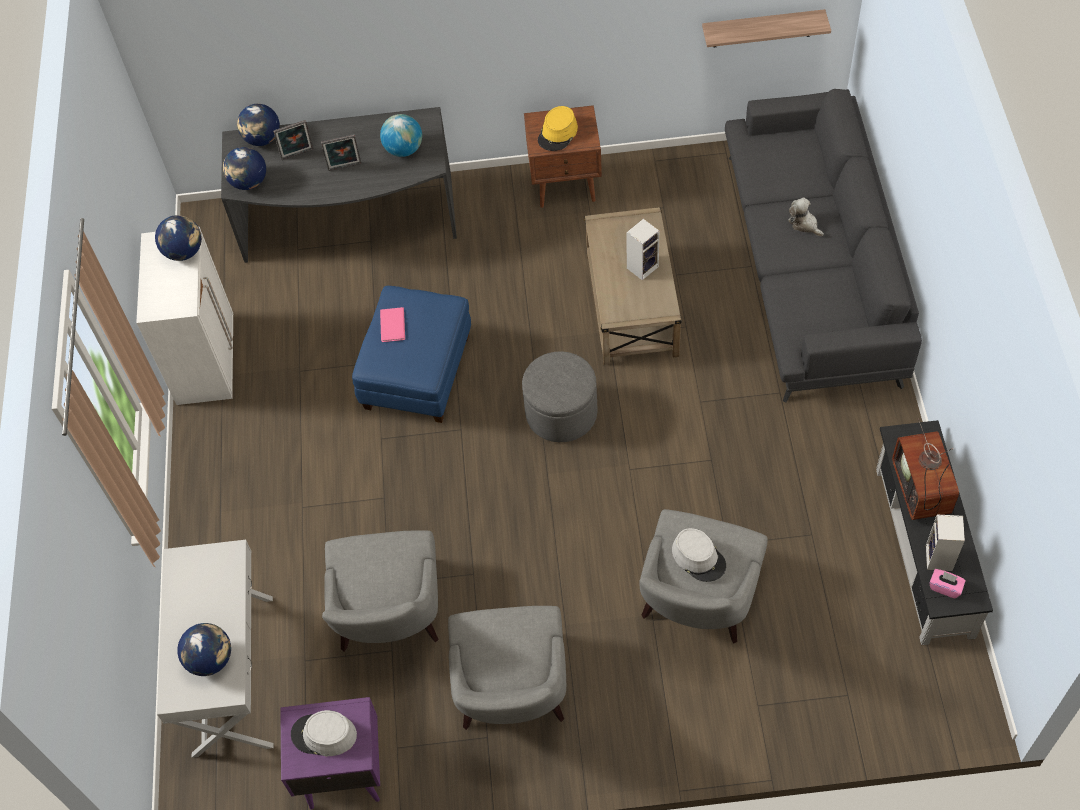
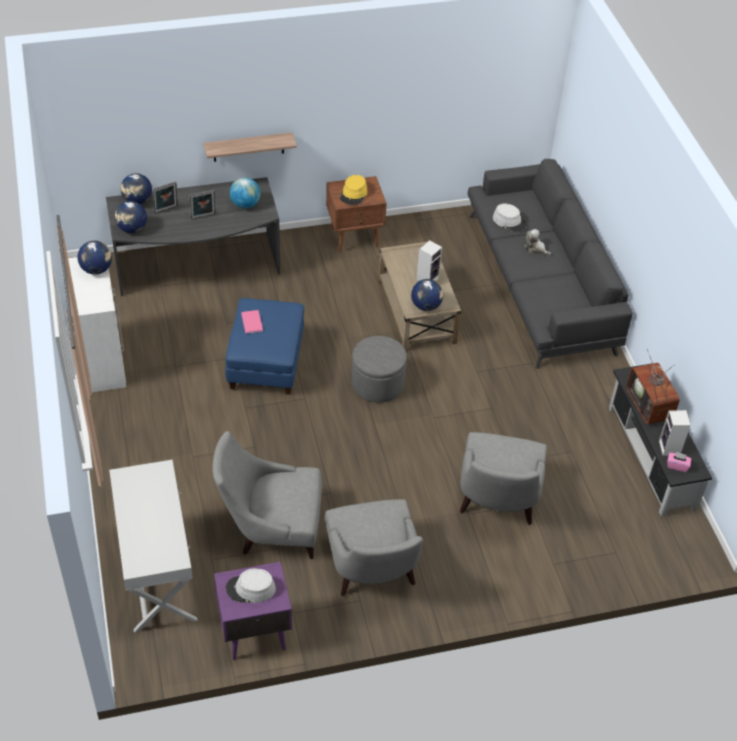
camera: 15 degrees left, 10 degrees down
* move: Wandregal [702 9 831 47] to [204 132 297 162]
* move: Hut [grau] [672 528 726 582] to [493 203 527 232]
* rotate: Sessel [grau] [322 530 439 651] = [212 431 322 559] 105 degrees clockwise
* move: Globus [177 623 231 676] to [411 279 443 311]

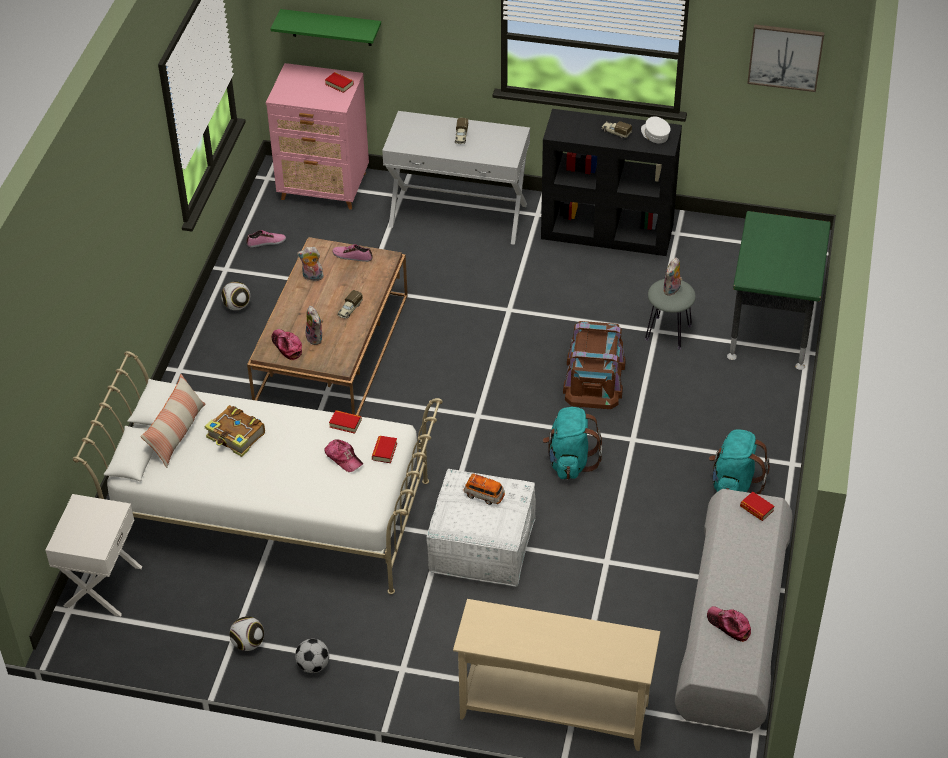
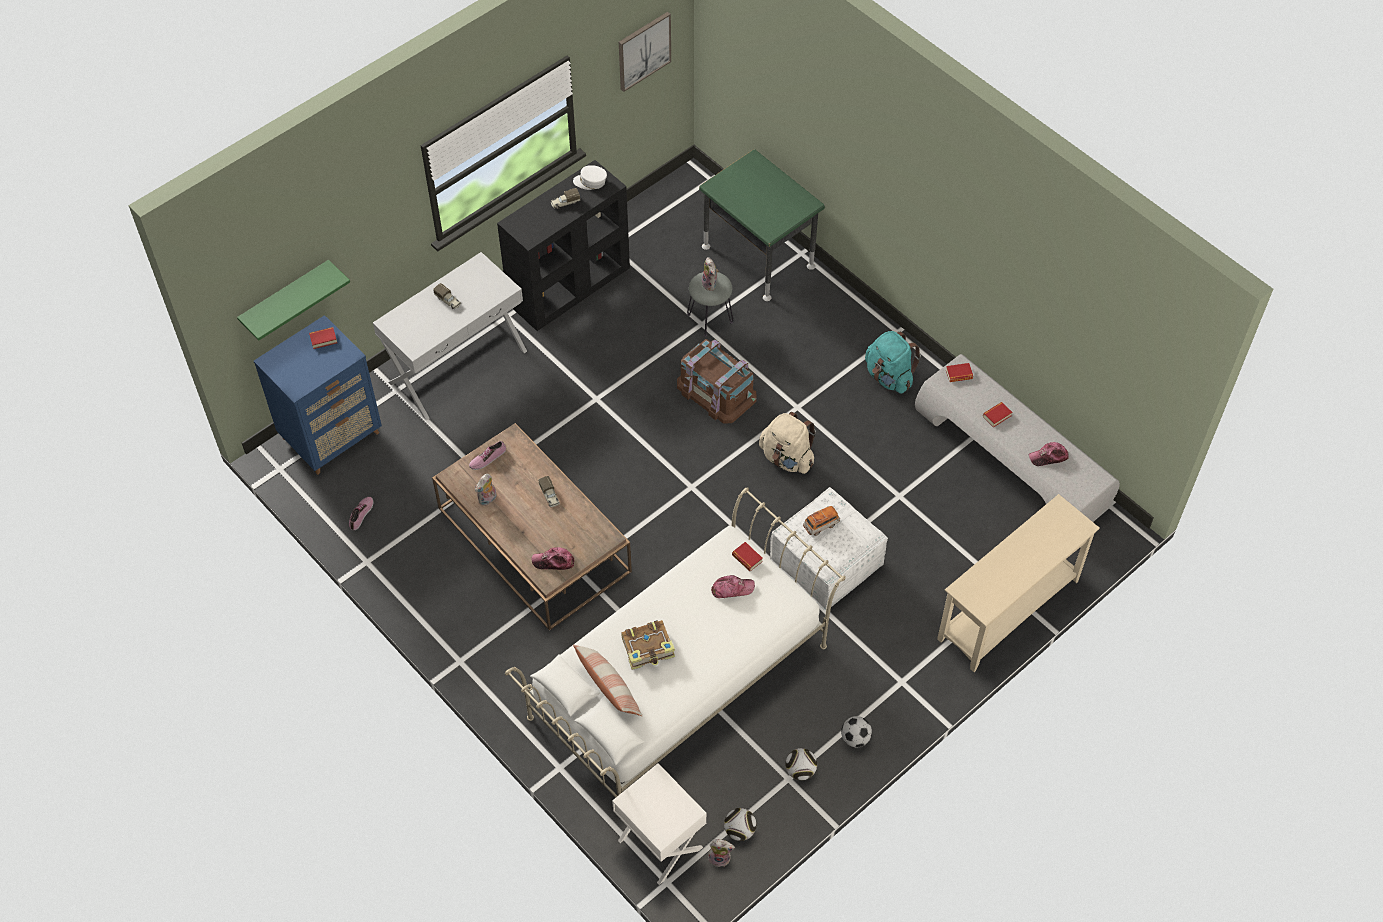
camera: 55 degrees left, 10 degrees up
* recolor: Kommode [rosa] [266 63 369 209] to Kommode [blau] [254 315 382 475]
* move: Fußball [221 281 250 310] to [724 808 756 841]
* move: Plüschtier [305 306 323 345] to [708 839 735 867]
* recolor: Rucksack [türkis] [543 407 602 479] to Rucksack [beige] [759 412 816 474]
* move: Buch [329 410 362 434] to [983 402 1012 427]

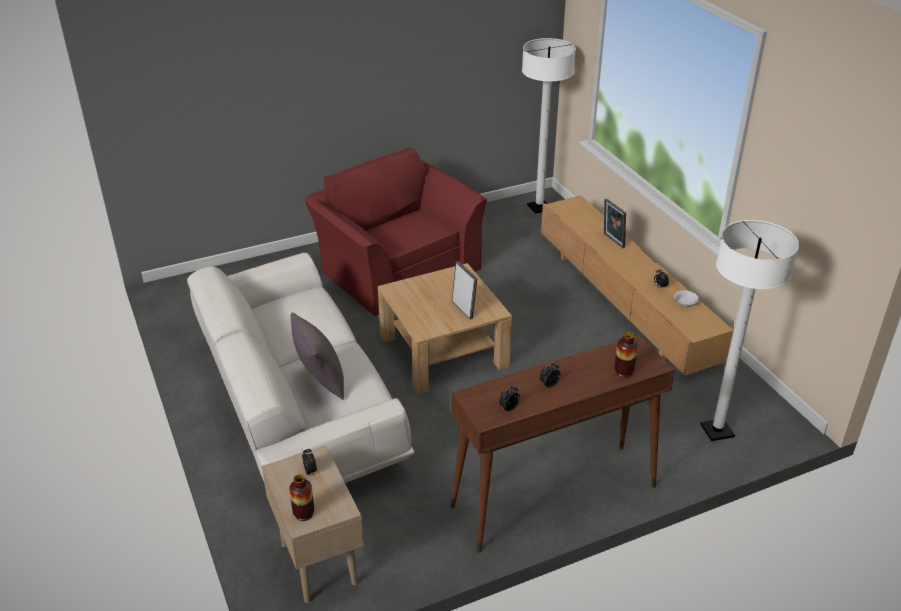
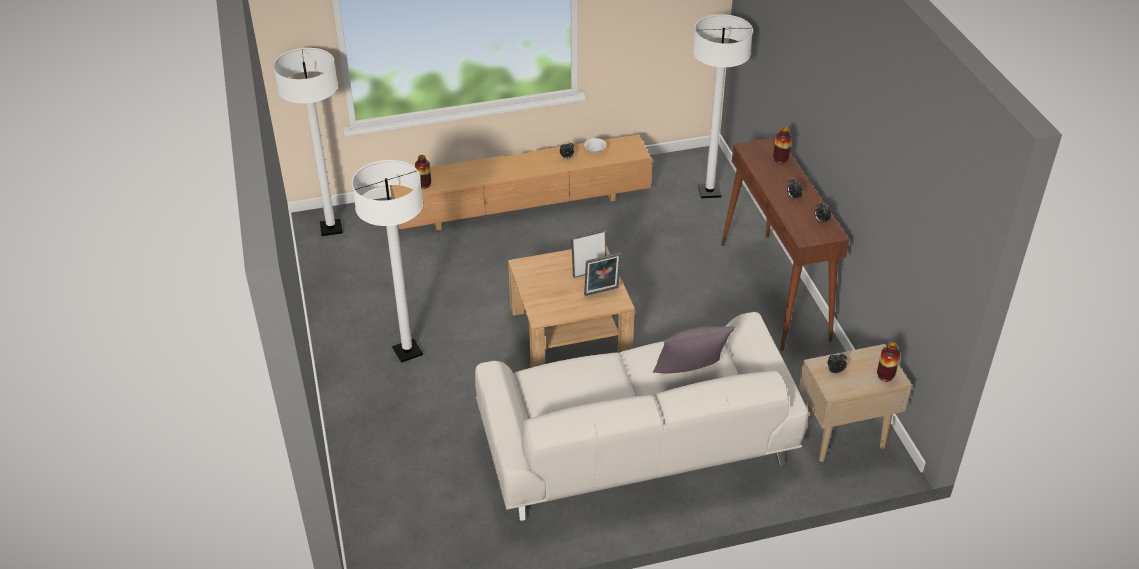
camera: 80 degrees left, 5 degrees up
* replace: Sessel [rot] [305 147 487 316] to Stehlampe [weiß] [352 160 423 363]
* move: Bilderrahmen [604 198 626 248] to [584 253 621 296]
* insert: Vase [415 155 431 189]

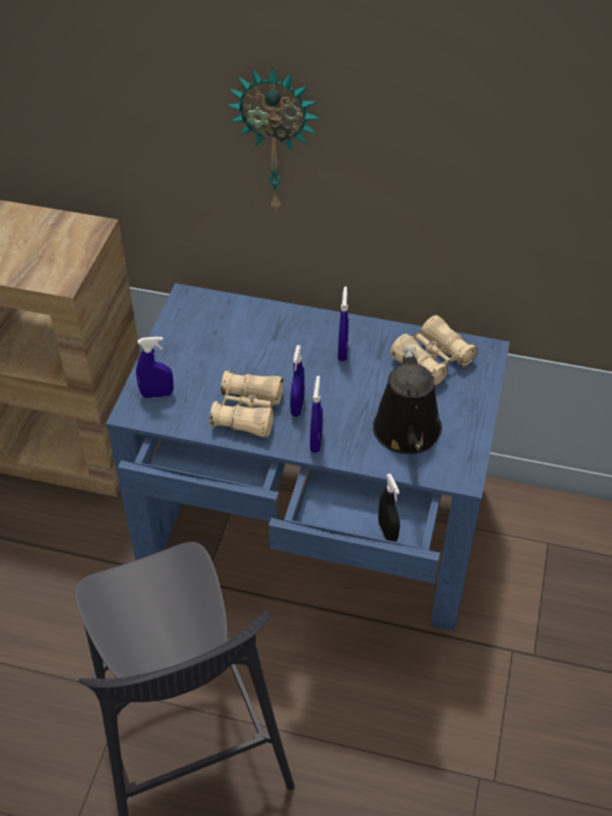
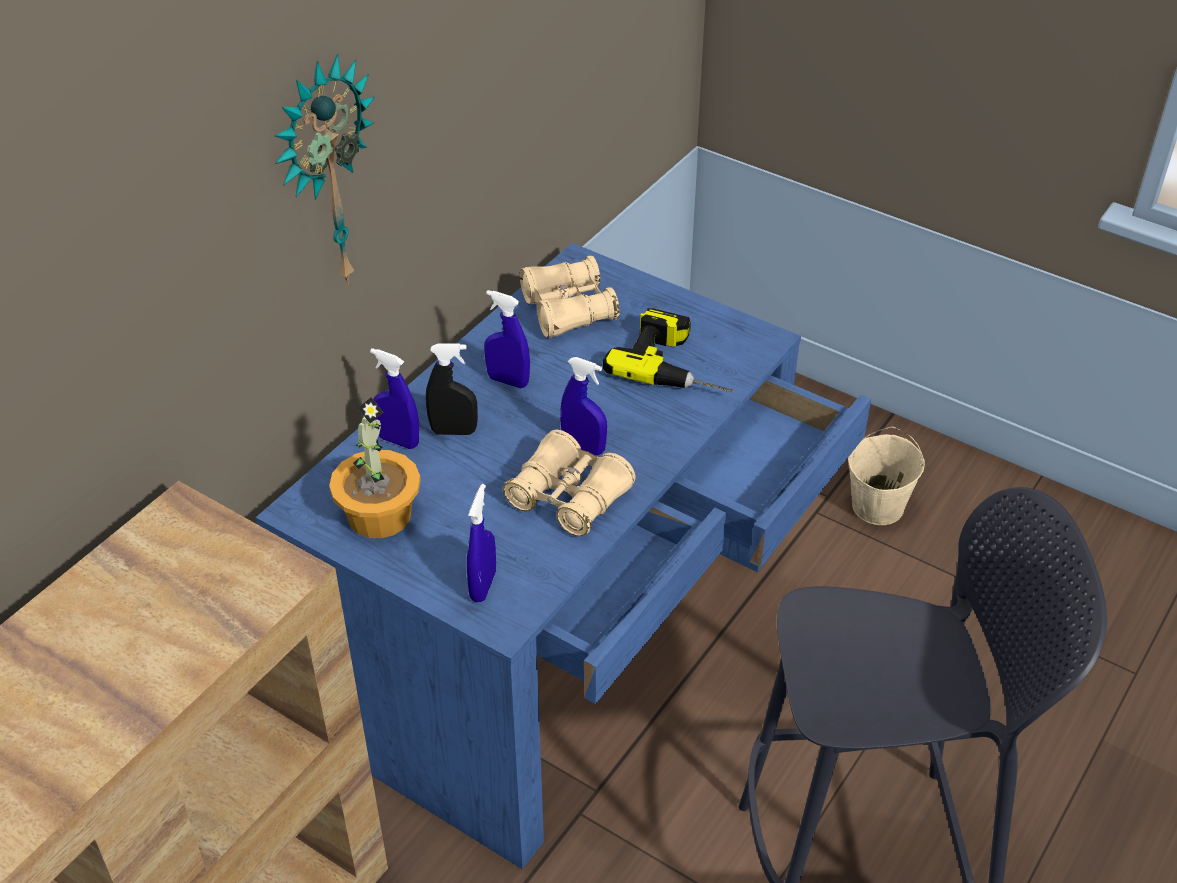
camera: 70 degrees left, 5 degrees down
* replace: Gießkanne [schwarz] [373 347 442 454] to Bohrmaschine [603 308 734 393]
* move: Sprühflasche [blau] [310 376 323 453] to [370 348 419 449]
* move: Sprühflasche [schwarz] [378 474 400 542] to [426 343 478 435]
* insert: Topfpflanze [329 397 421 538]
* insert: Eimer [beige] [848 427 925 525]

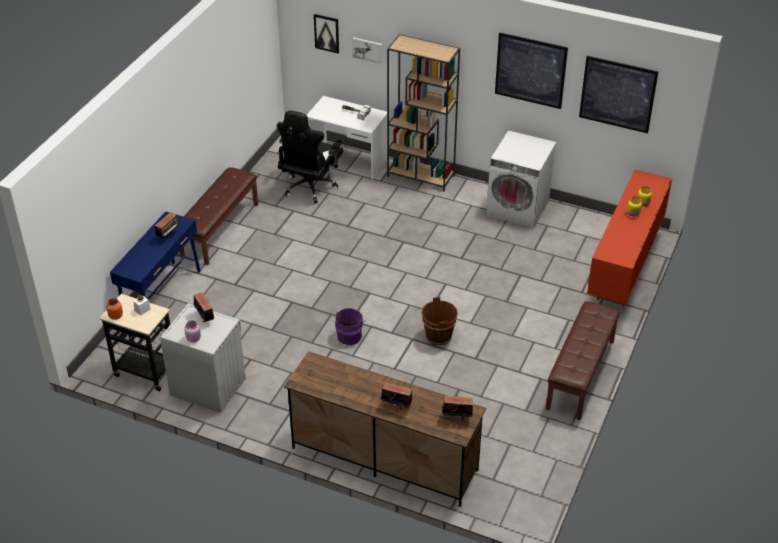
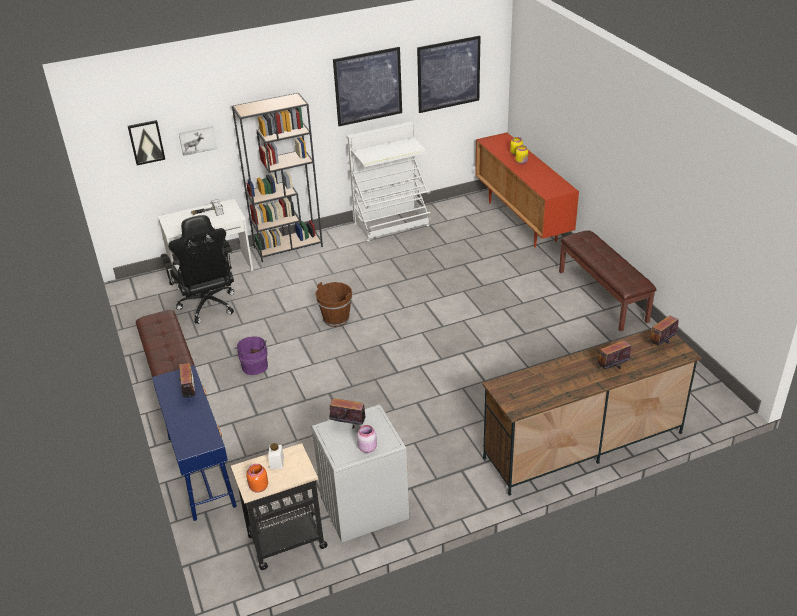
camera: 45 degrees left, 5 degrees down
* replace: Waschmaschine [weiß] [487 130 556 228] to Schuhregal [weiß] [347 122 431 241]
* move: Eimer [braun] [421 297 458 345] to [315 282 352 327]
* move: Eimer [lila] [335 308 366 345] to [235 336 268 375]

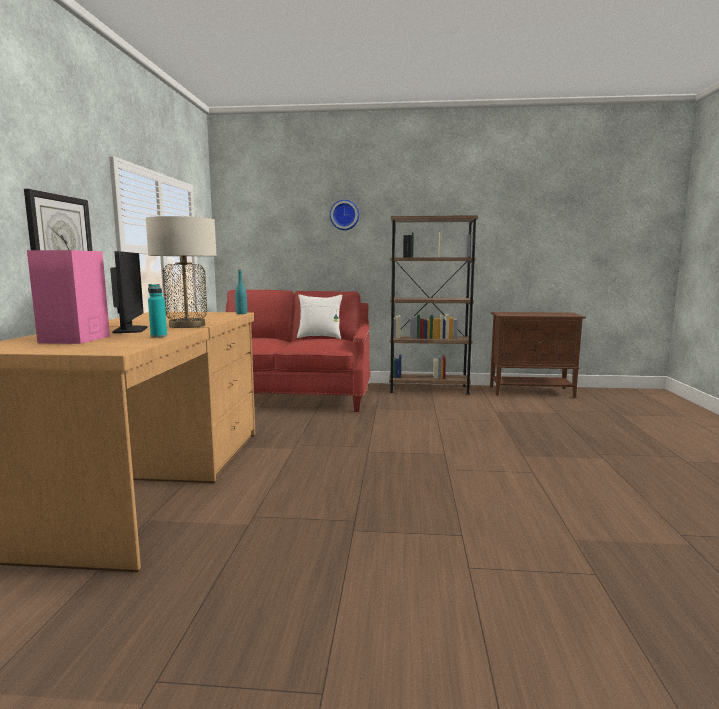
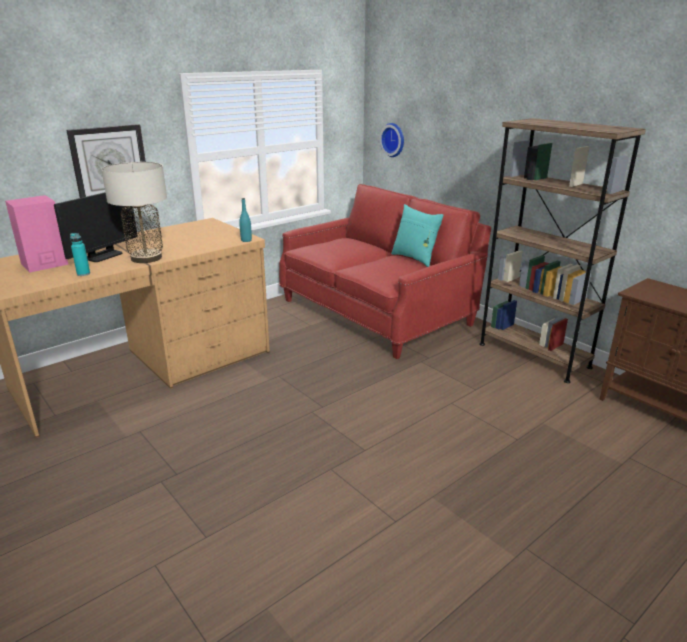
camera: 45 degrees right, 15 degrees up
* move: Wanduhr [330 200 359 230] to [380 123 404 157]
* recolor: Kissen [weiß] [297 294 342 339] to Kissen [türkis] [391 204 444 267]

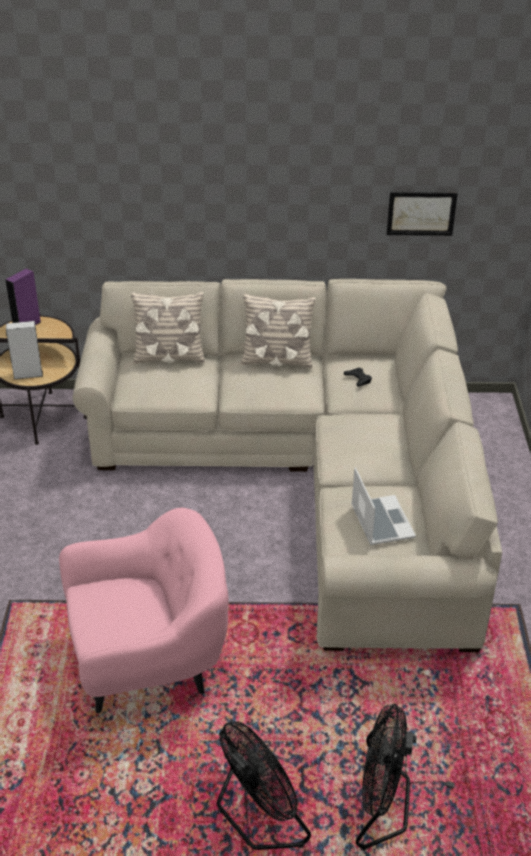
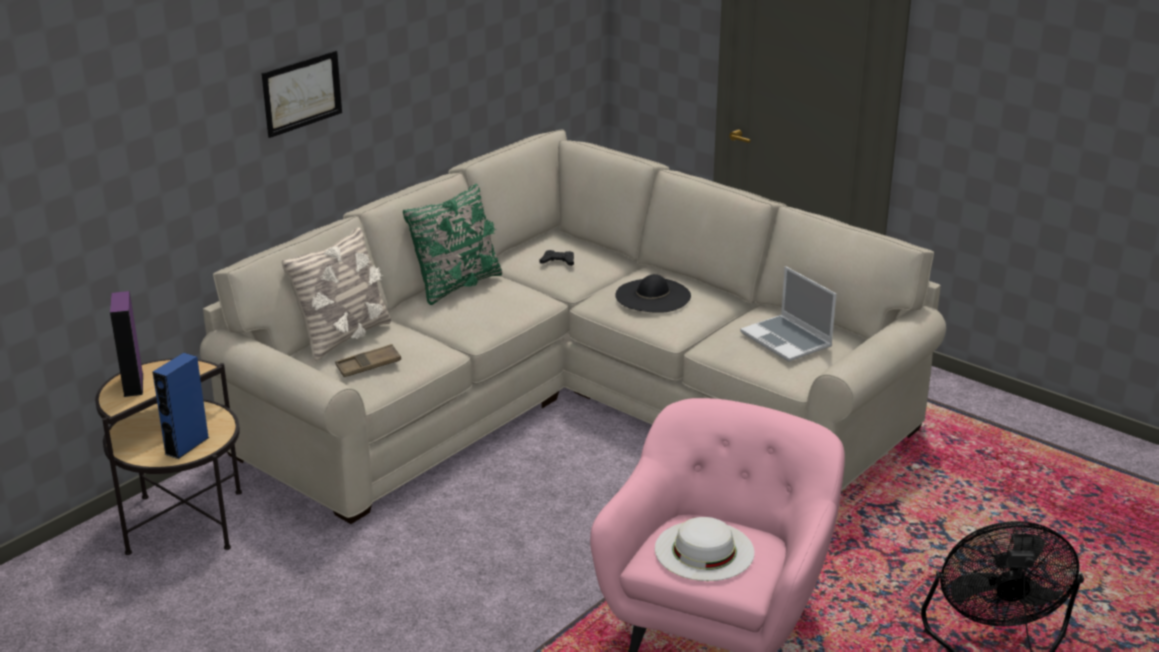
camera: 50 degrees left, 10 degrees down
* move: Bild [386 192 458 236] to [262 50 342 138]
* recolor: Kissen [beige] [241 294 316 369] to Kissen [grün] [403 184 502 305]
* recolor: Lautsprecher [grau] [6 321 43 379] to Lautsprecher [blau] [152 353 210 459]
* rotate: Laptop [351 467 416 545] = [740 266 836 362] 150 degrees counterclockwise
* delete: Ventilator [schwarz] [356 704 457 851]
* insert: Hut [schwarz] [615 274 691 313]
* insert: Tablett [braun] [335 344 401 377]
* insert: Hut [weiß] [655 517 754 581]

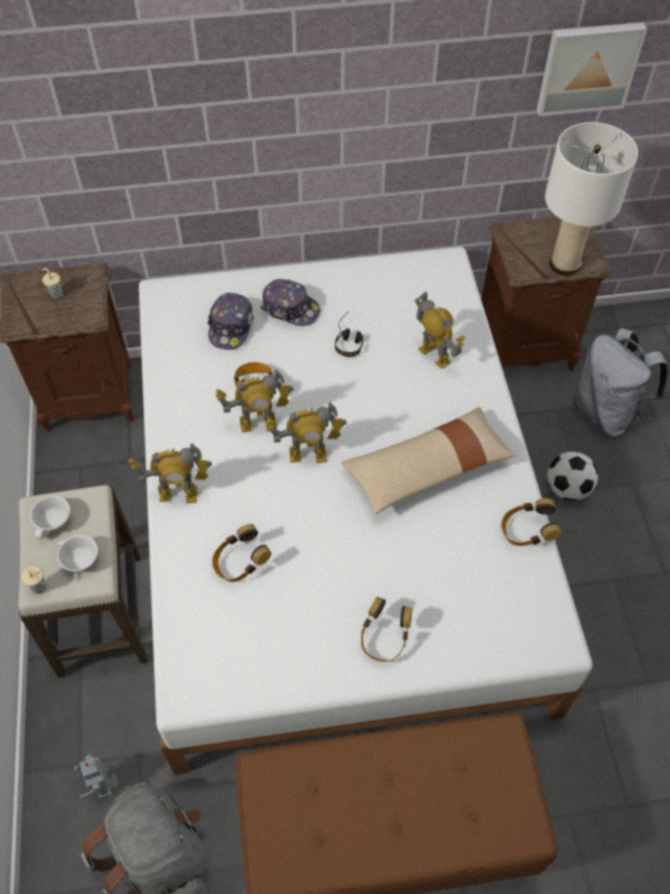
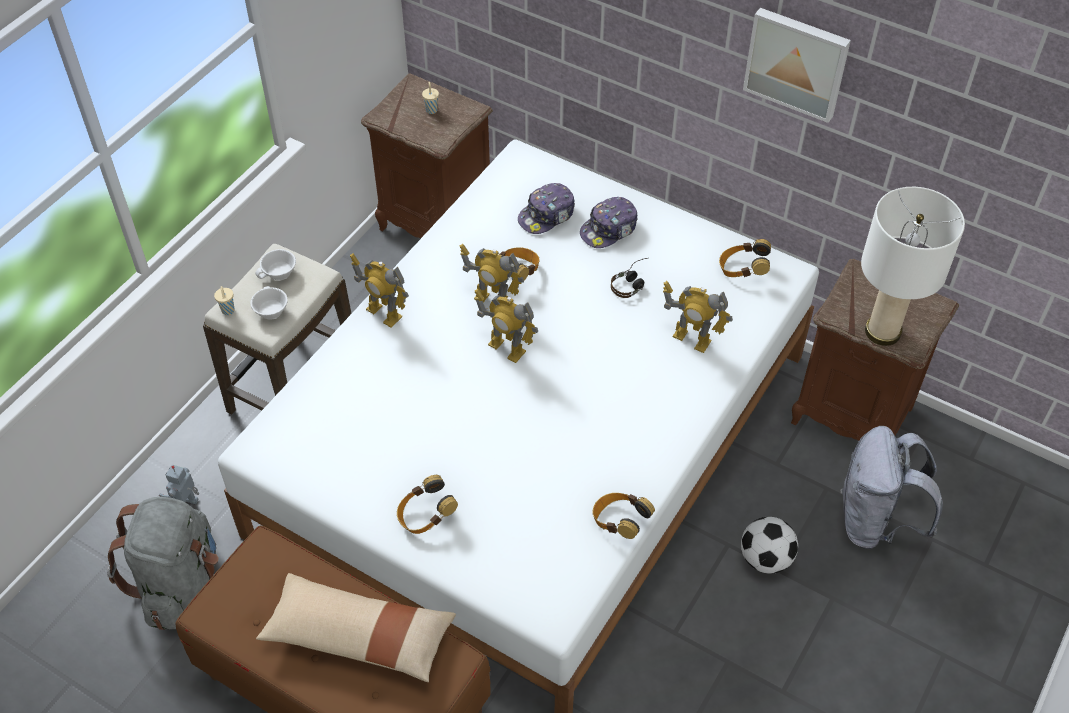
camera: 40 degrees right, 5 degrees down
* move: Bild [537 22 647 116] to [743 8 851 123]
* rotate: Kappe [261 279 320 326] = [580 197 637 248] 75 degrees clockwise
* rotate: Spielzeugroboter [415 291 465 369] = [663 281 733 353] 120 degrees clockwise
* move: Kissen [beige] [341 407 517 514] to [256 573 456 682]
* move: Kopfhörer [212 524 271 582] to [719 239 771 277]

